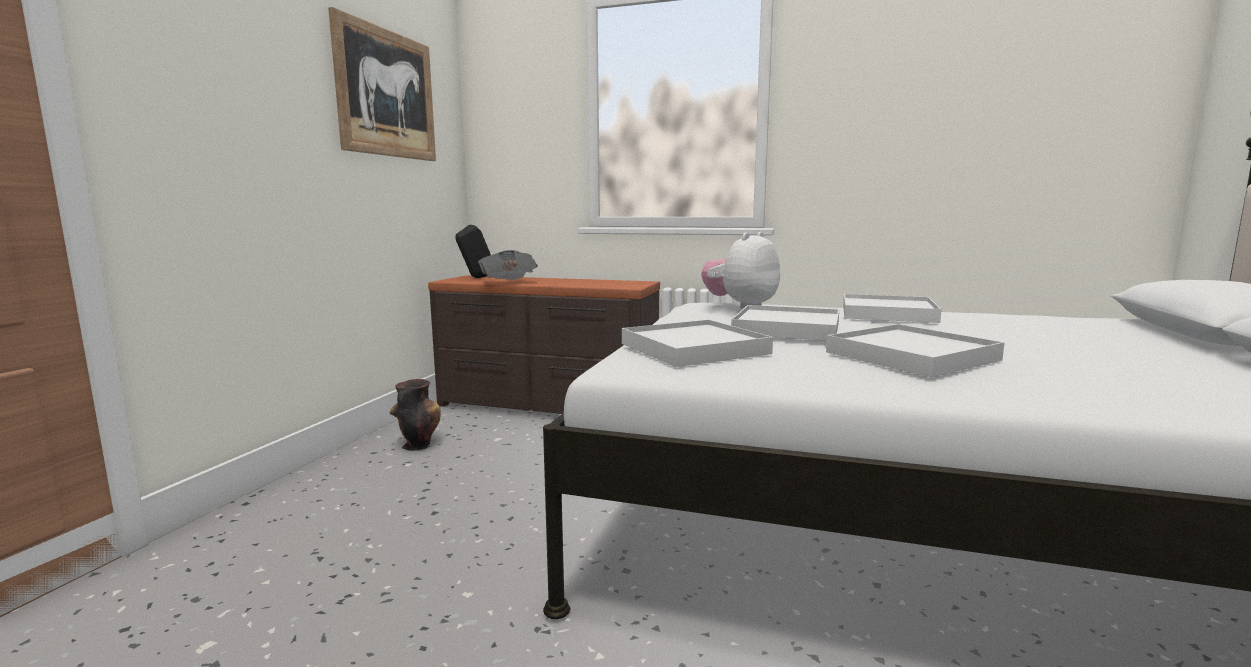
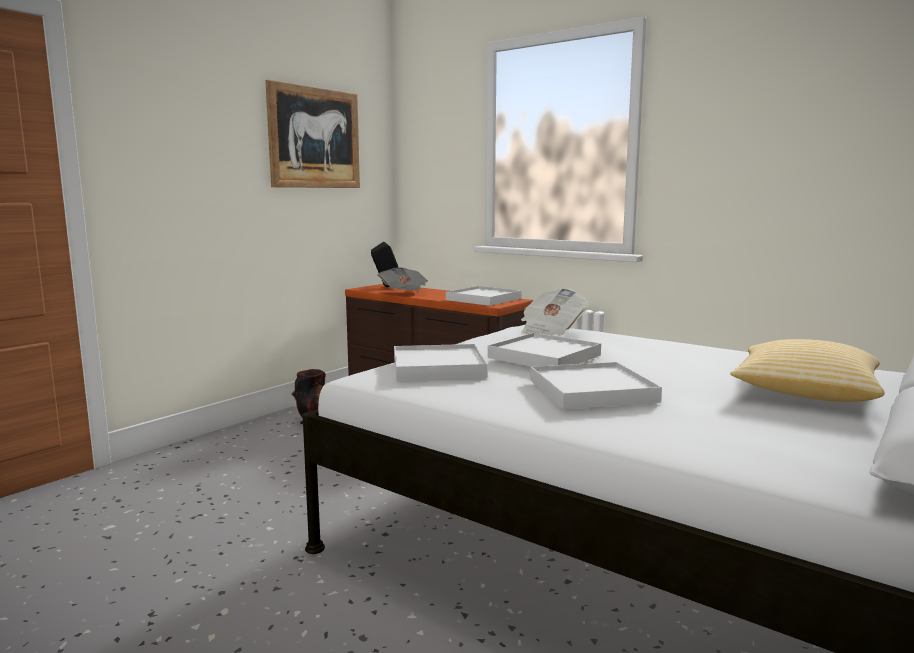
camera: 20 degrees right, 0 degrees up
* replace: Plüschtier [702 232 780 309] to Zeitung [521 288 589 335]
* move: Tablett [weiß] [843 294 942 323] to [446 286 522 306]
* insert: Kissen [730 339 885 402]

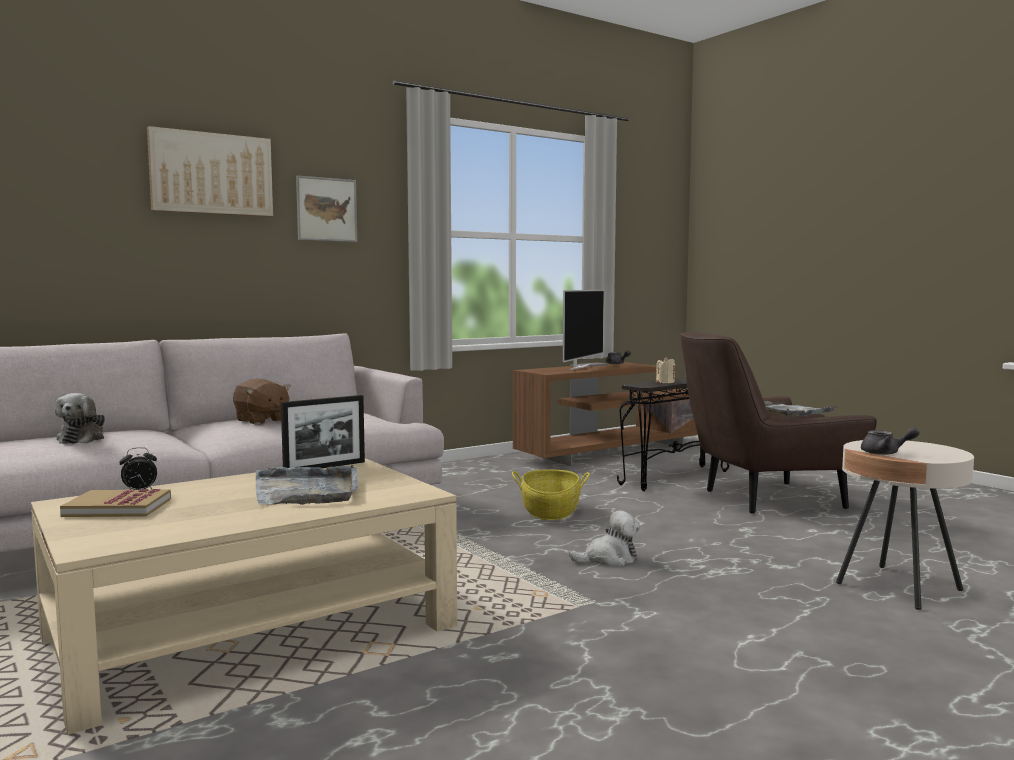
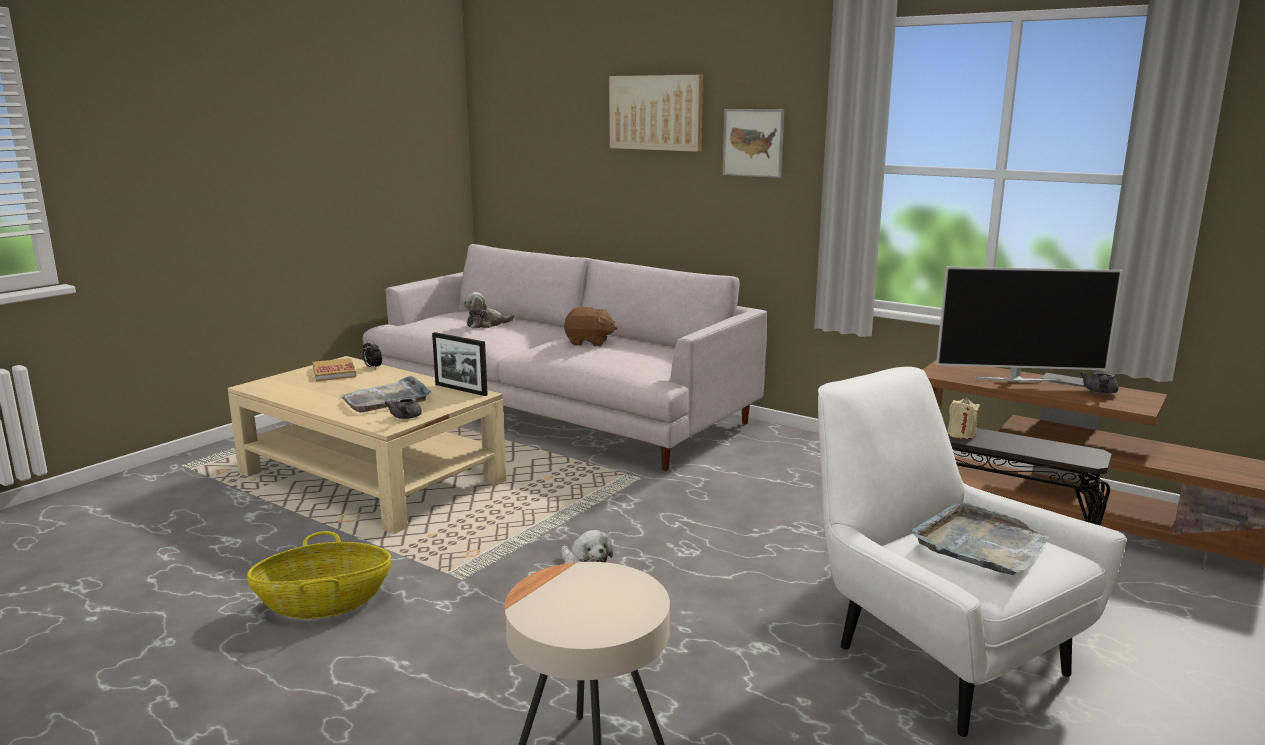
camera: 70 degrees right, 10 degrees up
* recolor: Sessel [braun] [680 332 877 514] to Sessel [weiß] [818 367 1126 738]
* rotate: Plüschtier [braun] [233 379 291 425] = [564 307 617 346] 105 degrees counterclockwise
* move: Teekanne [grau] [861 427 920 455] to [385 397 422 419]
* move: Korb [512 469 590 520] to [247 531 391 619]

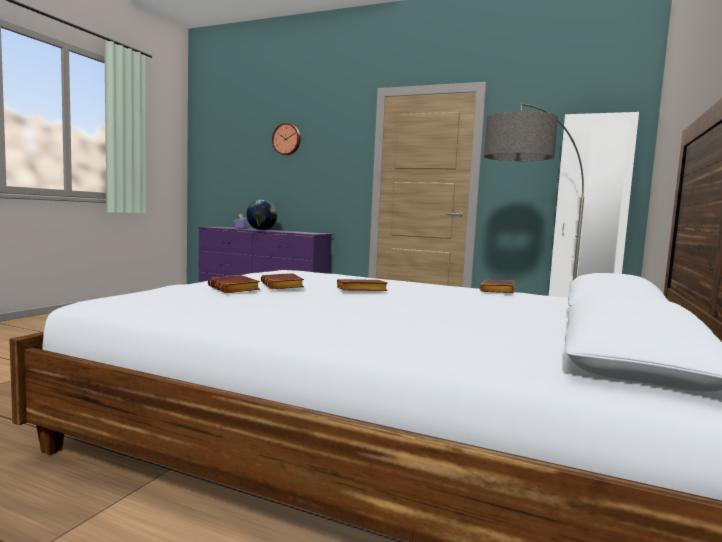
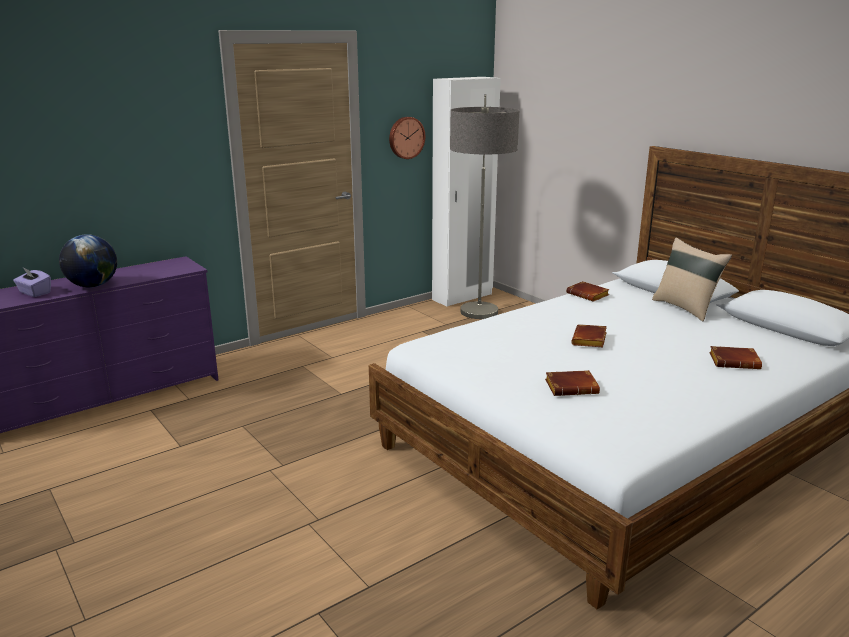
camera: 60 degrees left, 15 degrees up
* move: Wanduhr [272 123 301 155] to [389 117 425 159]
* move: Buch [braun] [261 273 304 289] to [709 346 762 369]
* insert: Kissen [beige] [652 238 732 321]

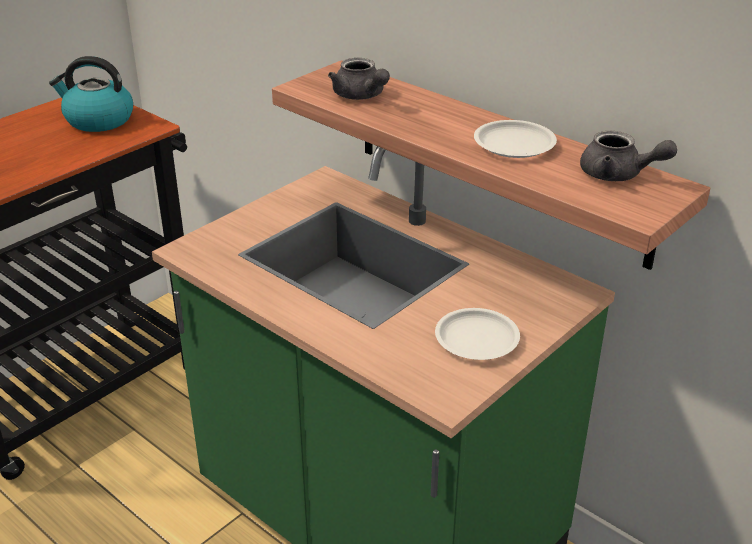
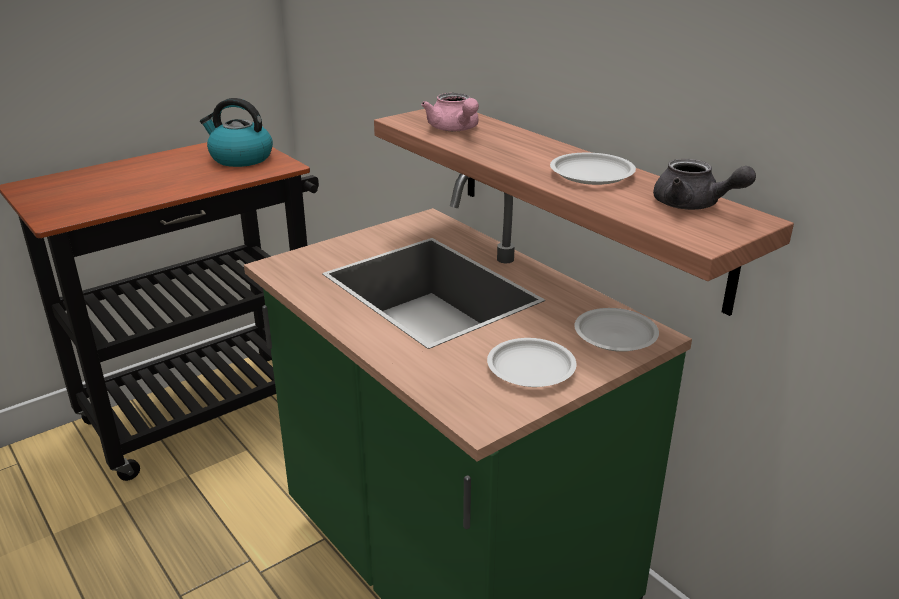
camera: 10 degrees right, 5 degrees down
* recolor: Teekanne [grau] [328 58 390 100] to Teekanne [rosa] [421 93 479 131]
* insert: Teller [weiß] [574 308 659 352]

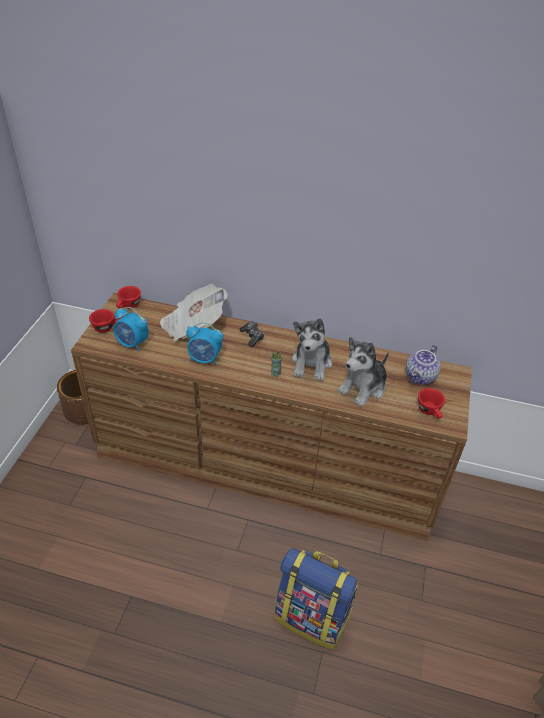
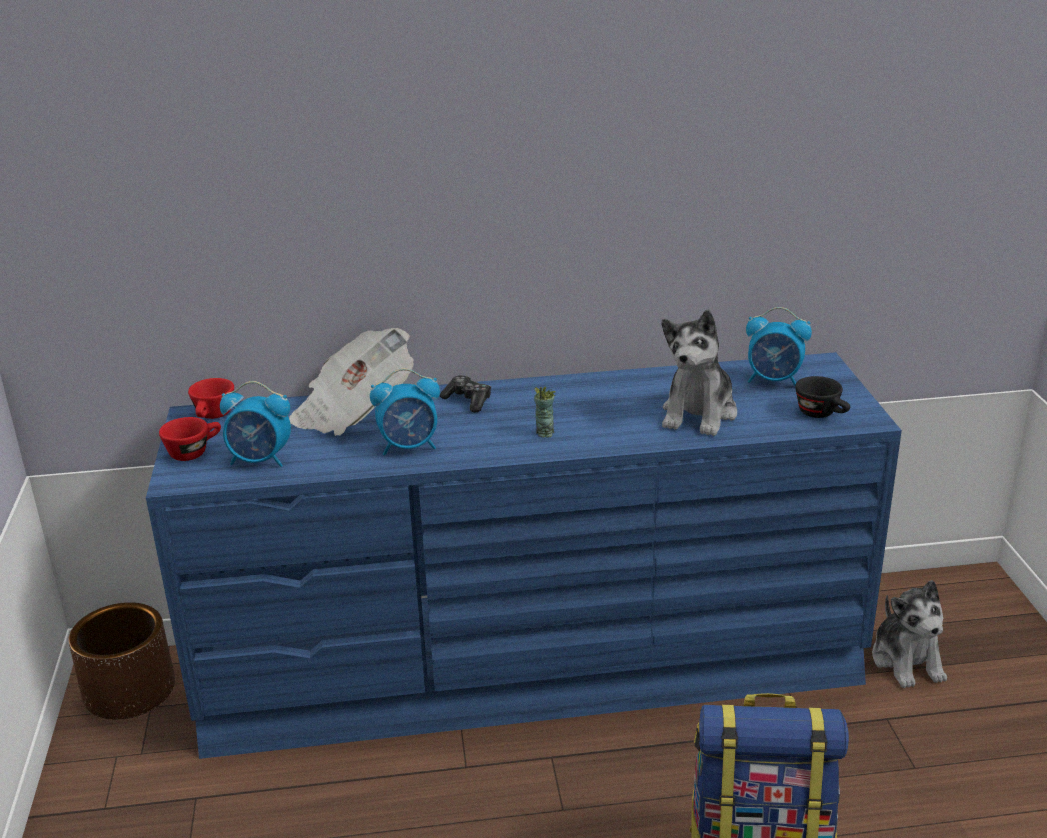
camera: 20 degrees left, 15 degrees down
* recolor: Kommode [braun] [71 293 472 541] to Kommode [blau] [146 352 902 759]
* move: Plüschtier [292 318 332 381] to [872 580 947 688]
* replace: Teekanne [406 345 441 384] to Wecker [746 307 812 386]
* recolor: Tasse [rot] [418 388 445 419] to Tasse [schwarz] [795 376 850 418]

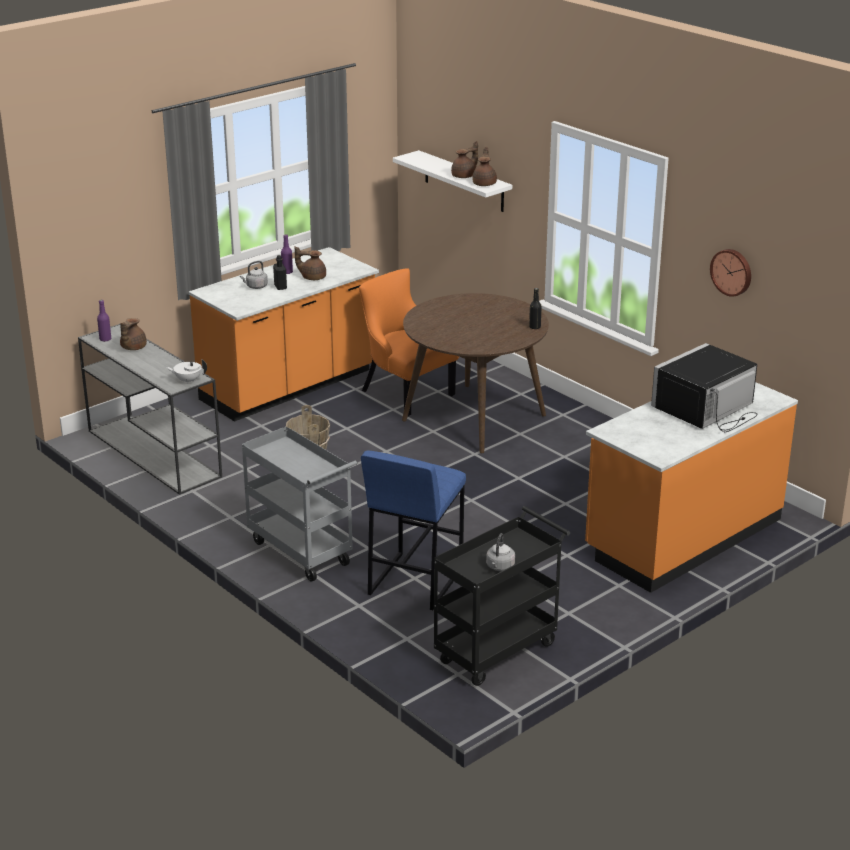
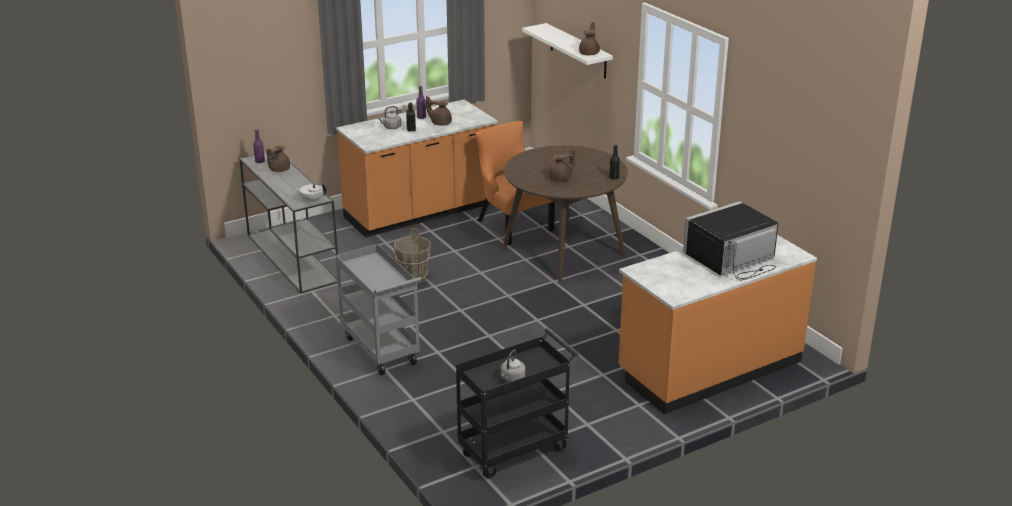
camera: 10 degrees right, 0 degrees up
* move: Teekanne [braun] [451 141 478 178] to [549 148 575 181]
* delete: Wanduhr [710 249 751 297]
* delete: Hocker [blau] [361 451 466 610]

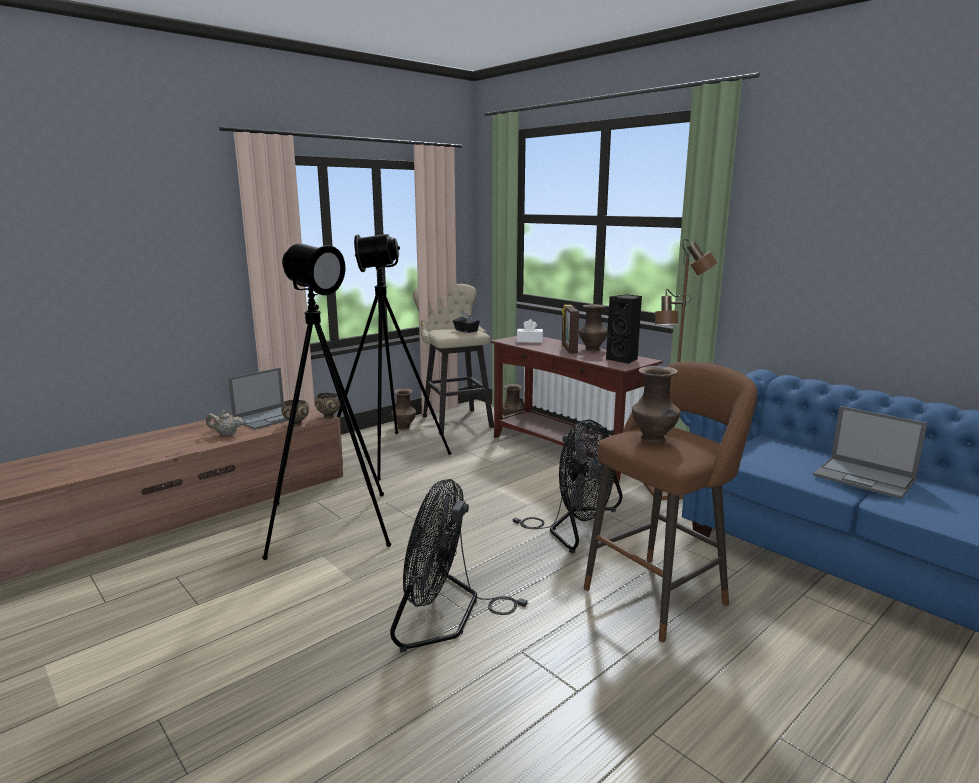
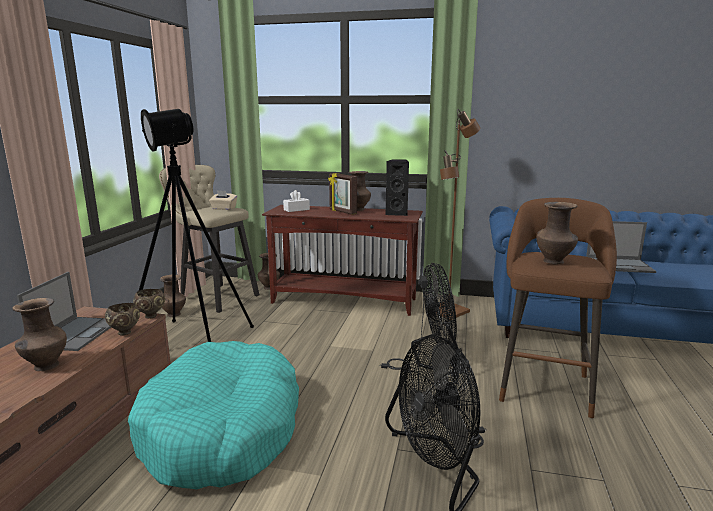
camera: 35 degrees left, 0 degrees up
* replace: Stehlampe [schwarz] [262 243 391 560] to Hundebett [türkis] [128 341 299 489]
* recolor: Taschentuchbox [schwarz] [453 312 480 333] to Taschentuchbox [beige] [209 190 237 210]
* replace: Teekanne [beige] [206 410 244 436] to Vase [braun] [12 298 67 371]

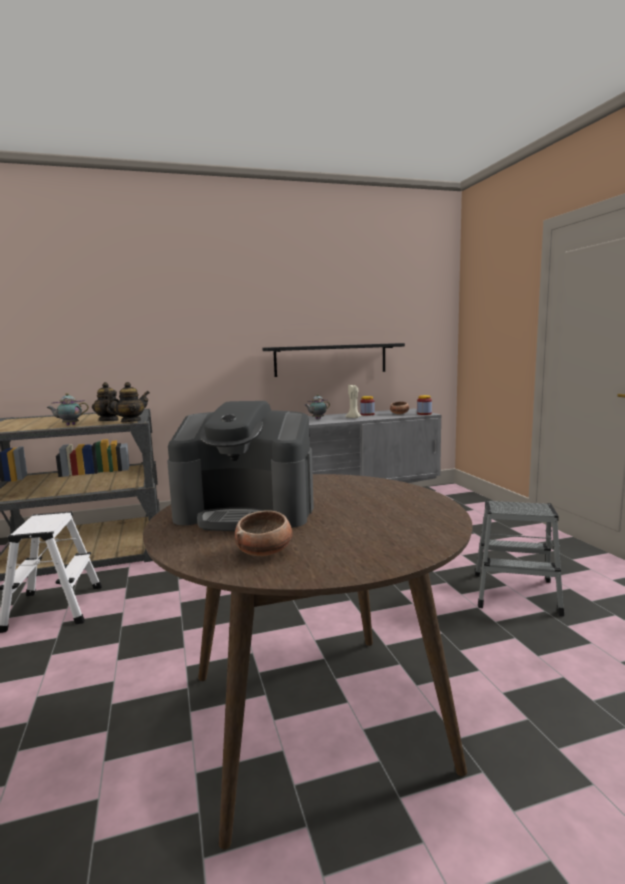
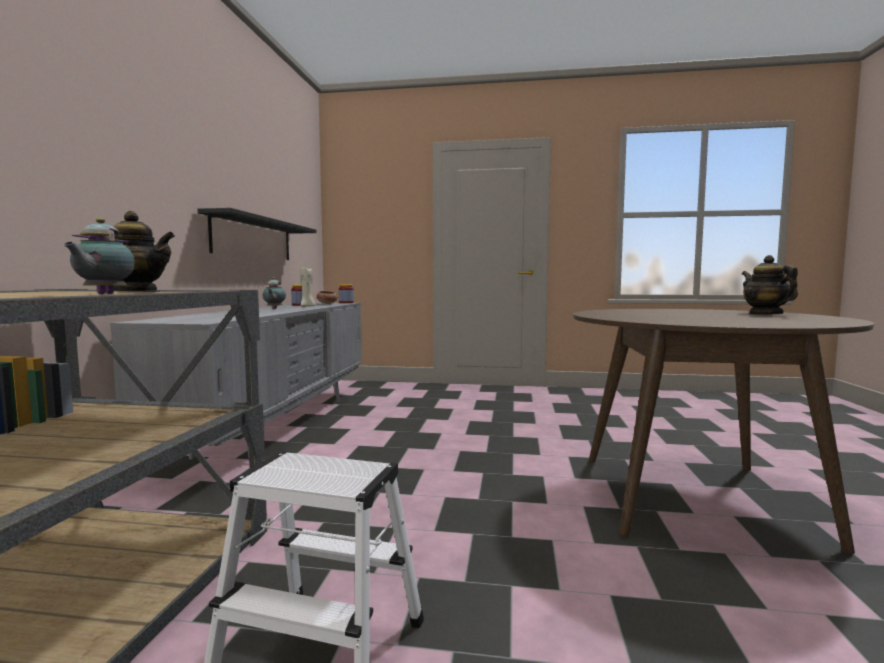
camera: 65 degrees left, 5 degrees down
* move: Teekanne [107 382 150 422] to [742 255 798 315]
* delete: Kaffeemaschine [167 401 314 531]
* delete: Trittleiter [grau] [475 500 564 617]
* delete: Schüssel [235 510 292 556]

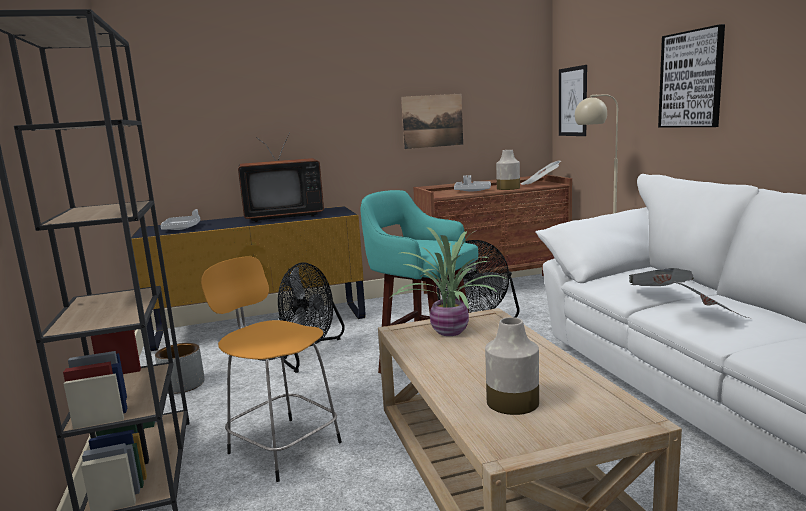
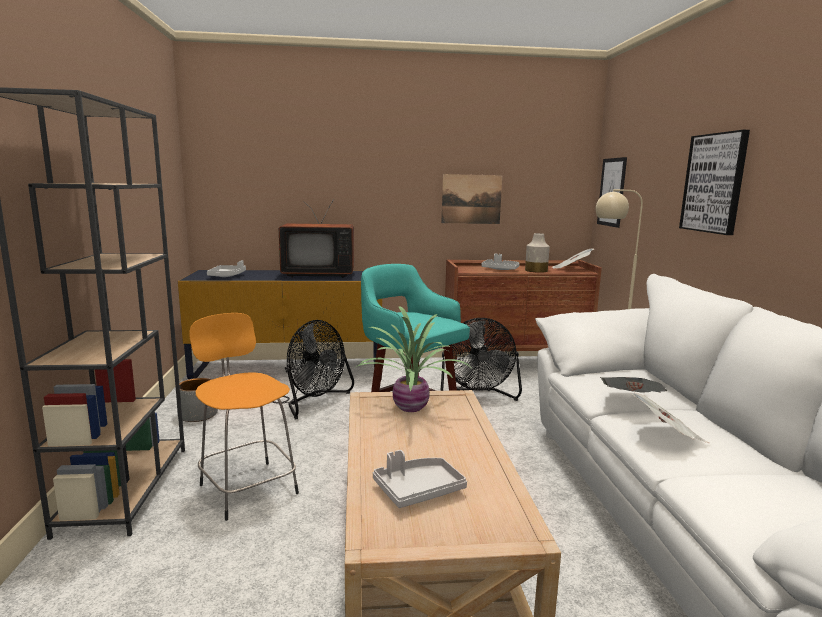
camera: 10 degrees right, 0 degrees up
* replace: Vase [beige] [485 317 539 415] to Tablett [grau] [373 450 467 508]

